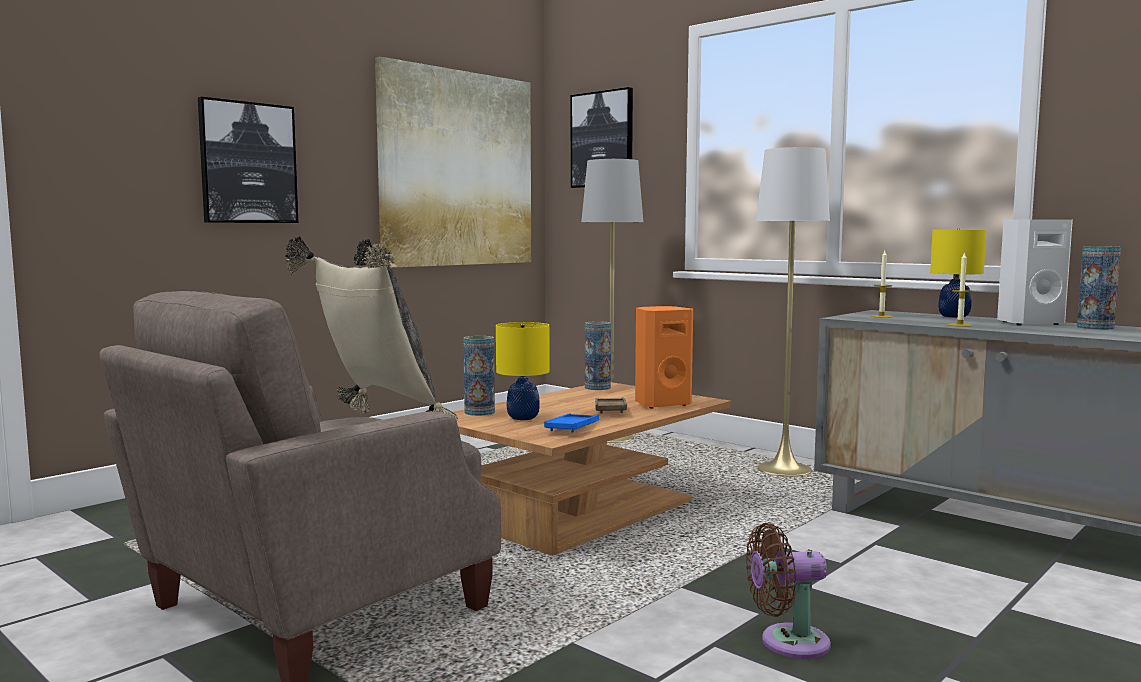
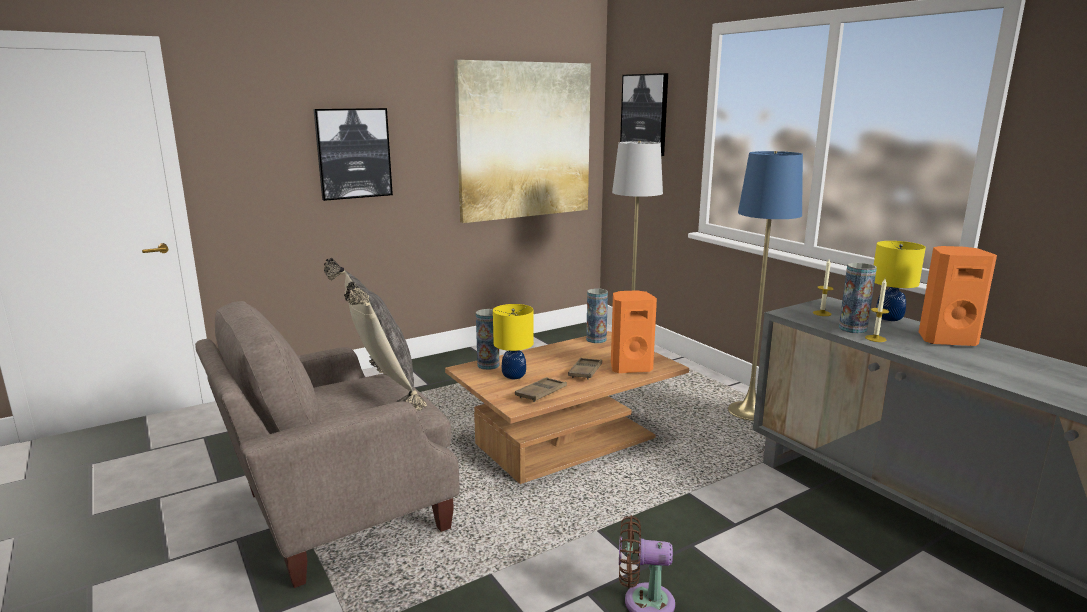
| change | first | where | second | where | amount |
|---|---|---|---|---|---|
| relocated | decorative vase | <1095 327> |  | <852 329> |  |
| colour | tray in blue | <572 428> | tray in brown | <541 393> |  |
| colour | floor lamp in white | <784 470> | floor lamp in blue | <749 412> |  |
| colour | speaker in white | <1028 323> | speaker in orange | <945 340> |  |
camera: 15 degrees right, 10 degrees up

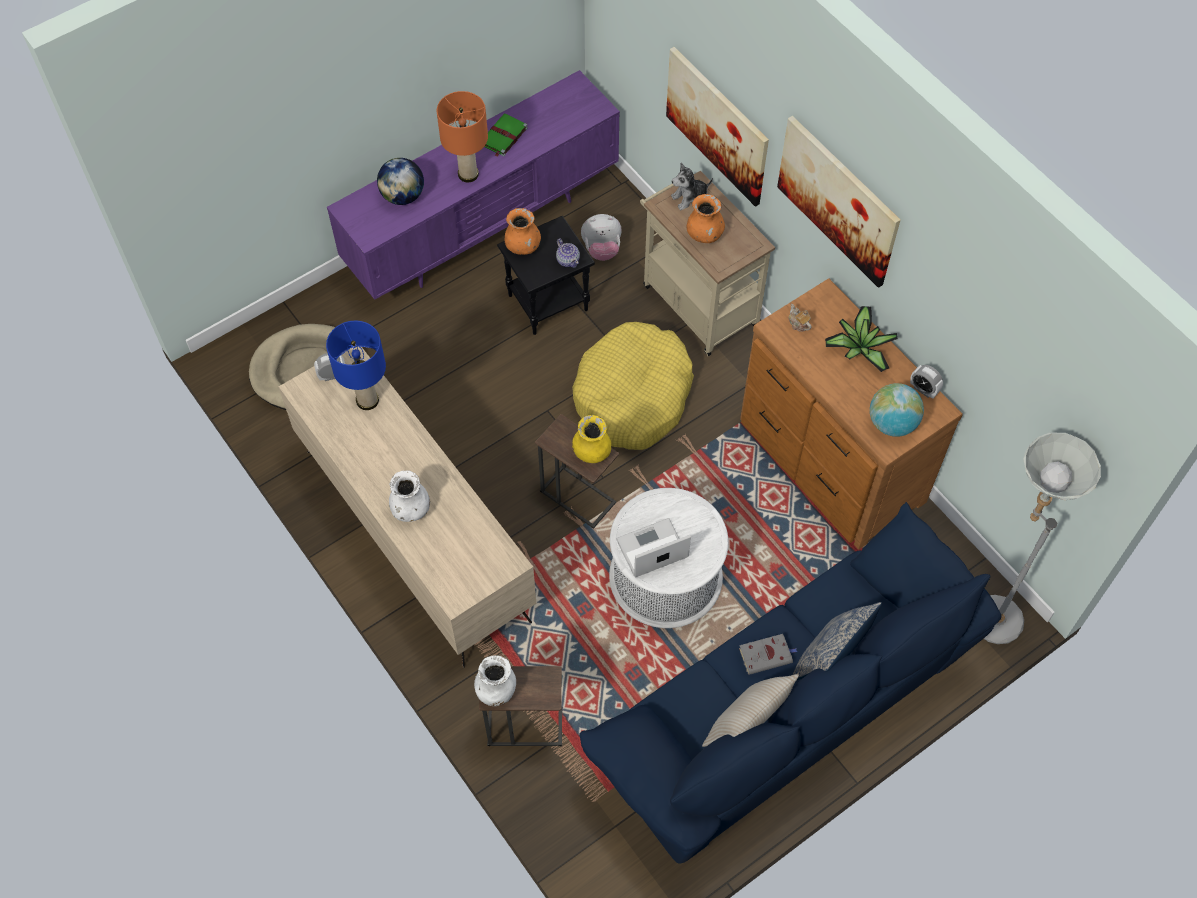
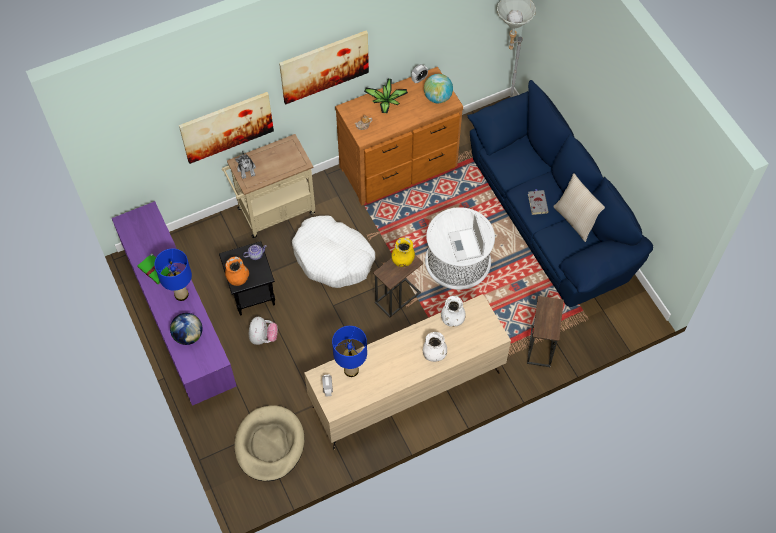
| change | first | where | second | where | amount |
|---|---|---|---|---|---|
| missing | decorative vase in orange | <704 234> |  |  |  |
| missing | throw pillow | <829 658> |  |  |  |
| relocated | decorative vase in white | <496 690> |  | <452 319> |  |
| relocated | plush toy | <601 249> |  | <263 337> |  |
| colour | lamp for a table in orange | <468 174> | lamp for a table in blue | <181 294> |  |
| colour | pet bed in yellow | <632 396> | pet bed in white | <333 257> |  |
camera: 80 degrees left, 0 degrees up

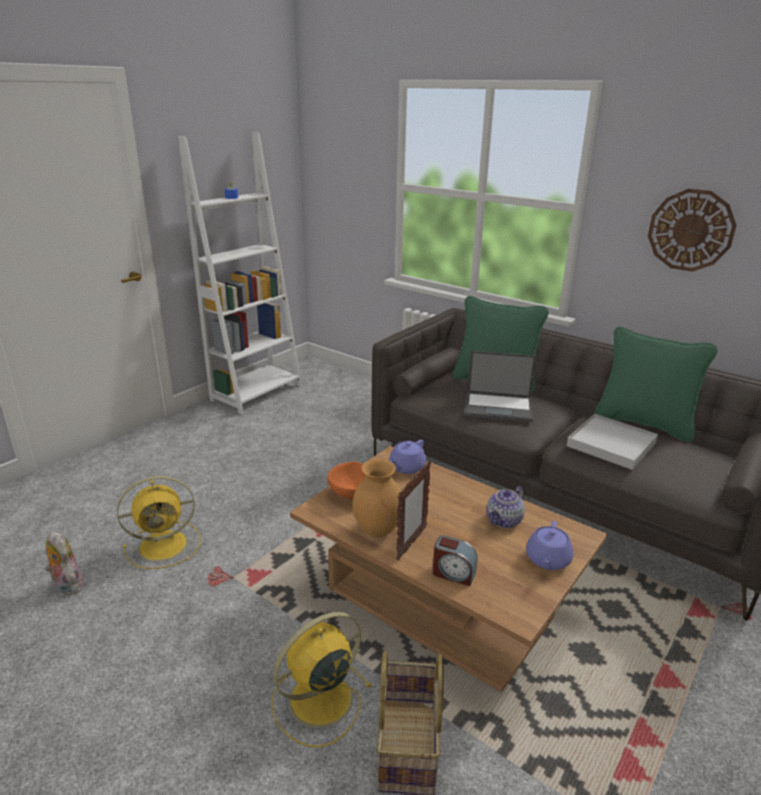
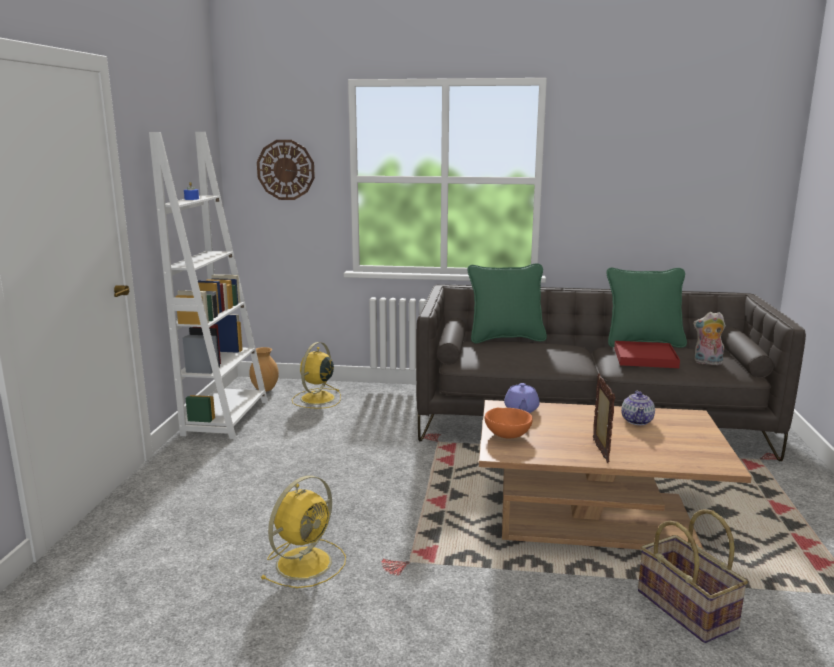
| change | first | where | second | where | amount |
|---|---|---|---|---|---|
| missing | bedside clock | <453 573> |  |  |  |
| missing | notebook computer | <499 407> |  |  |  |
| missing | pot for tea in purplish | <547 560> |  |  |  |
| relocated | plush toy | <67 585> |  | <707 363> |  |
| relocated | fan in yellow | <318 701> |  | <317 399> |  |
| relocated | decorative vase in brown | <377 530> |  | <264 389> |  |
| relocated | wall clock | <690 230> |  | <286 170> |  |
| colour | tray in white | <611 444> | tray in red | <645 358> |  |
camera: 30 degrees left, 10 degrees down

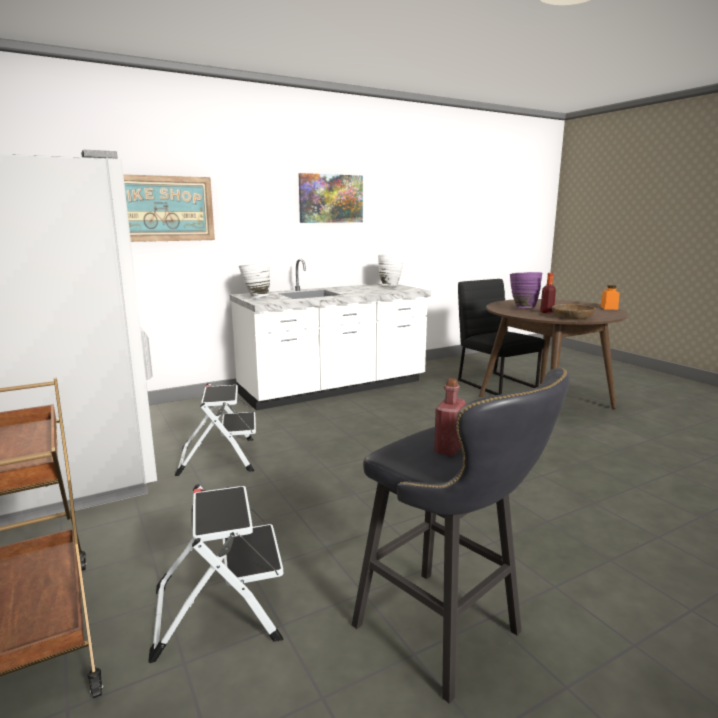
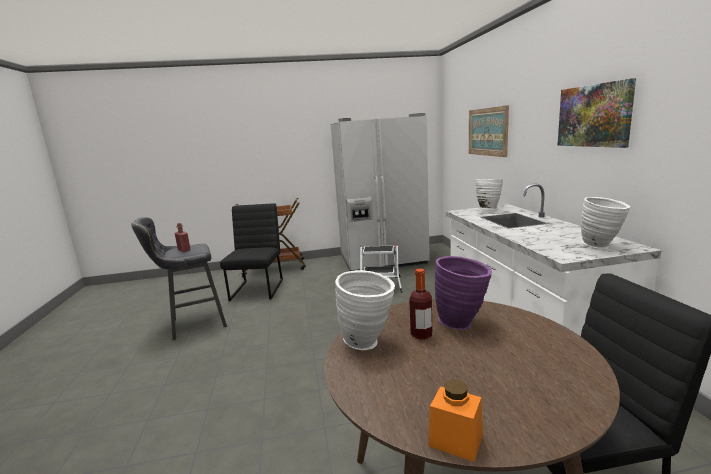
| change | first | where | second | where | amount |
|---|---|---|---|---|---|
| exchanged | step ladder | <219 607> | upright chair in black-coloured | <258 289> |  |
| exchanged | deep dish in brown | <572 317> | decorative vase in white | <369 343> |  |
camera: 110 degrees right, 0 degrees up

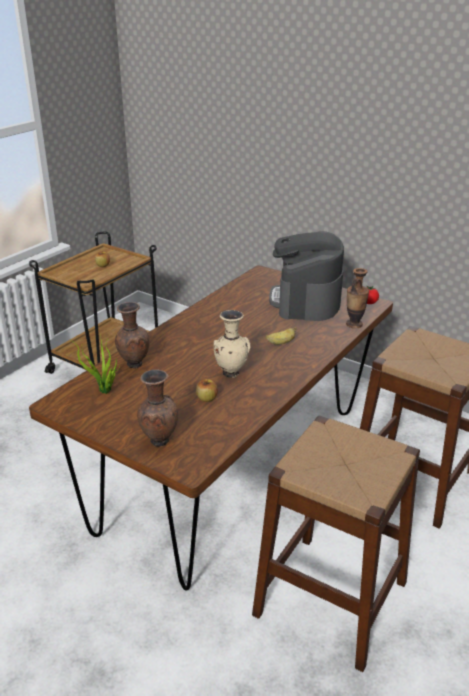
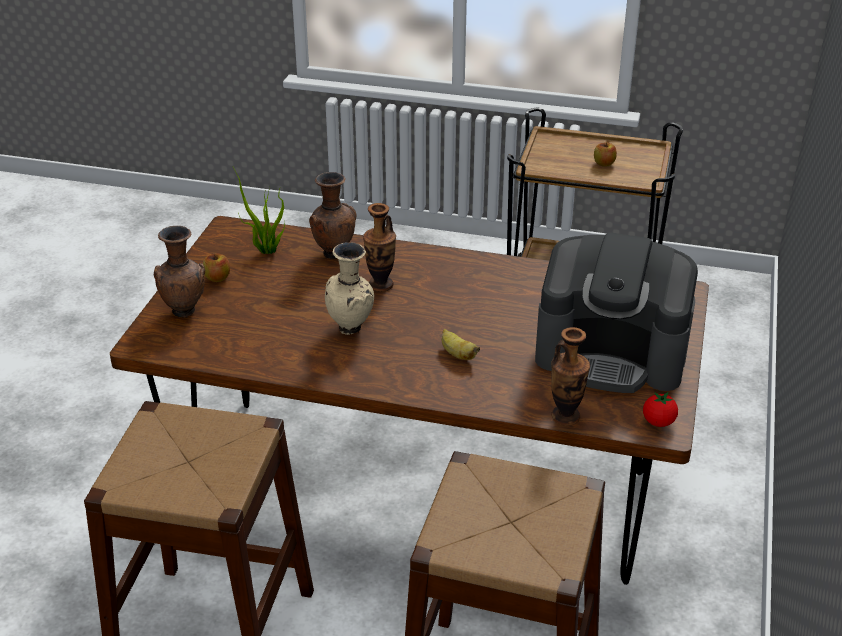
| change | first | where | second | where | amount |
|---|---|---|---|---|---|
| appeared |  |  | decorative vase | <380 285> |  |
| relocated | apple fruit | <207 398> |  | <217 278> |  |
| spun | coffee machine | <306 301> |  | <612 354> | 150 degrees counterclockwise |
camera: 70 degrees right, 5 degrees up

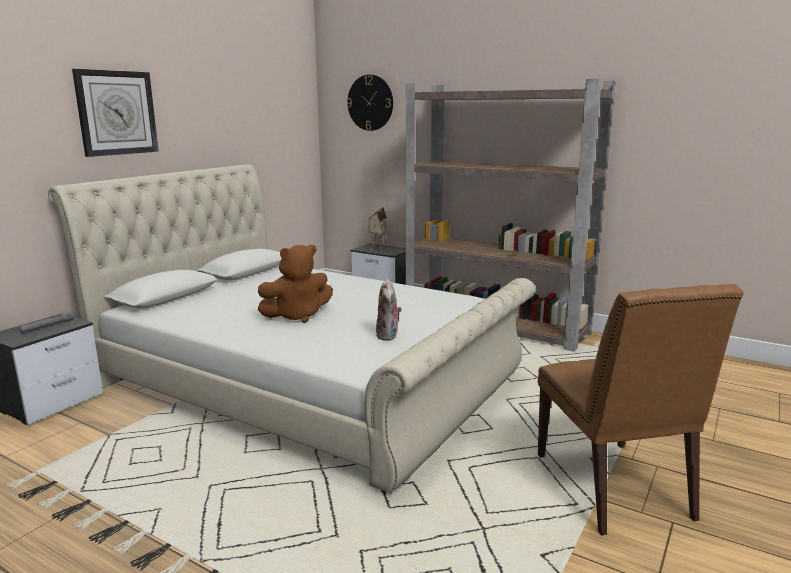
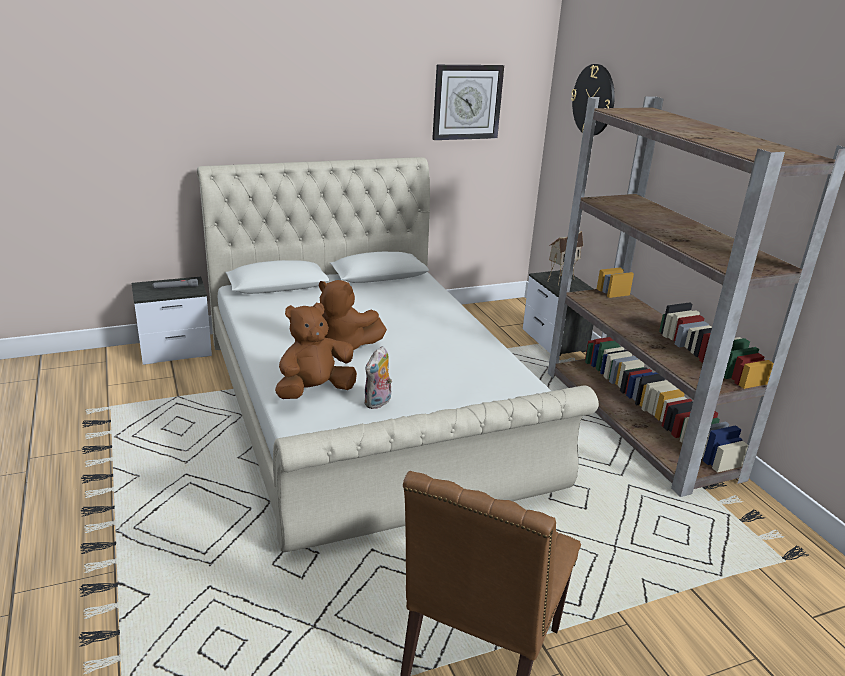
| change | first | where | second | where | amount |
|---|---|---|---|---|---|
| appeared |  |  | plush toy in brown | <314 391> |  |
| relocated | wall clock | <116 113> |  | <467 102> |  |
camera: 35 degrees right, 10 degrees up

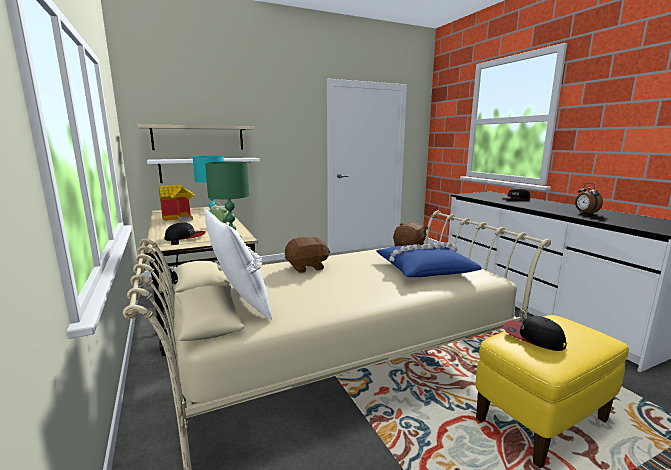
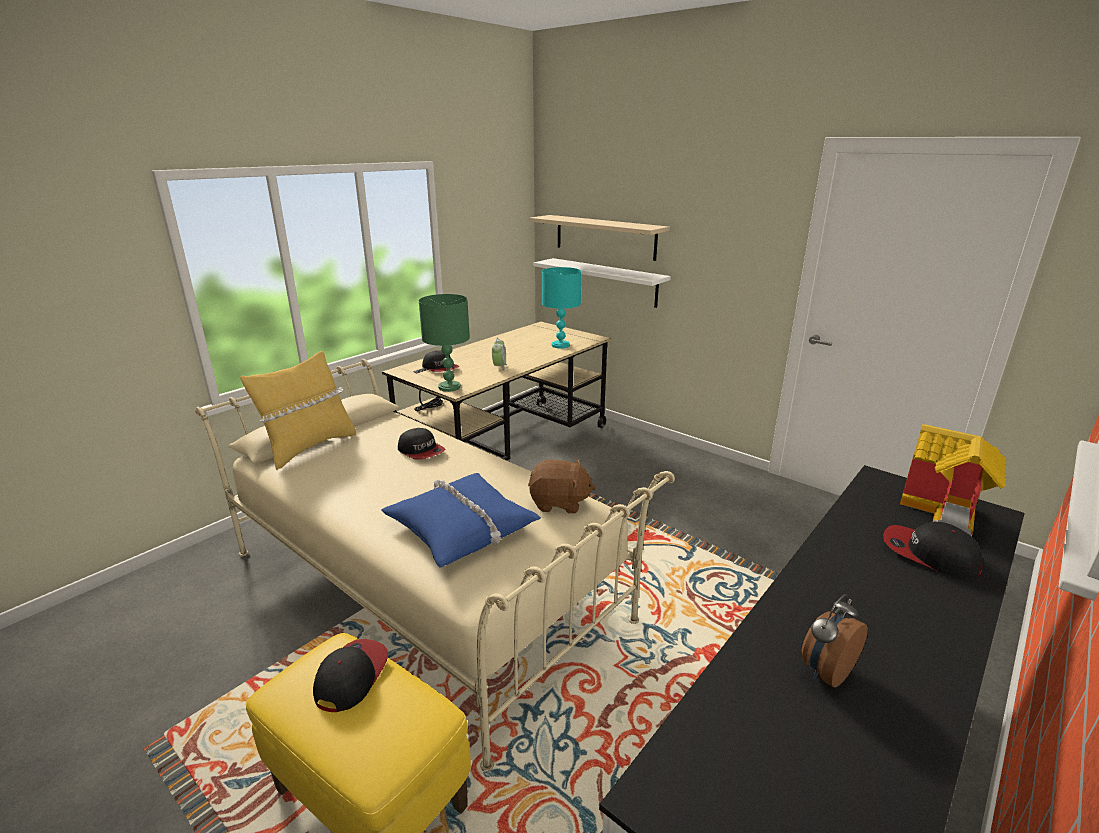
| change | first | where | second | where | amount |
|---|---|---|---|---|---|
| relocated | miniature house | <181 218> |  | <946 513> |  |
| exchanged | plush toy in brown | <307 267> | baseball cap | <421 451> |  |
| colour | throw pillow in white | <239 304> | throw pillow in yellow | <309 447> |  |
camera: 65 degrees right, 10 degrees up

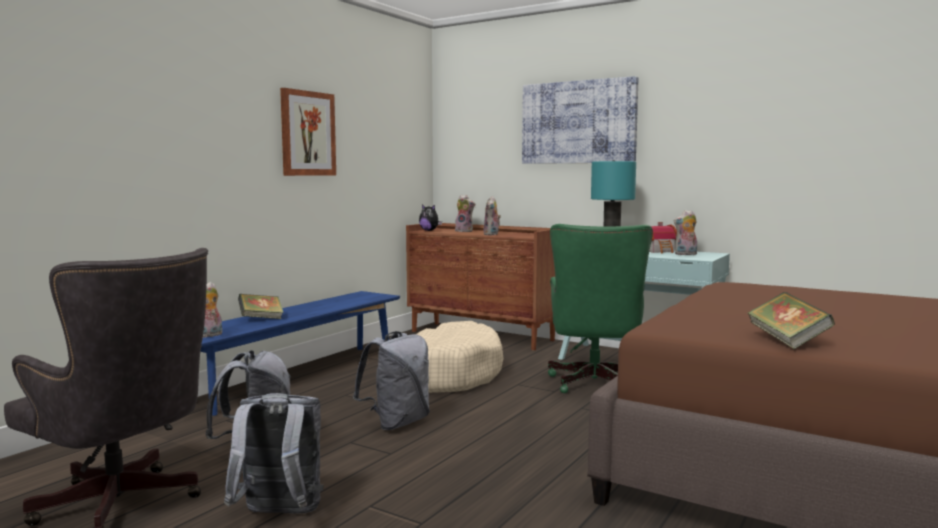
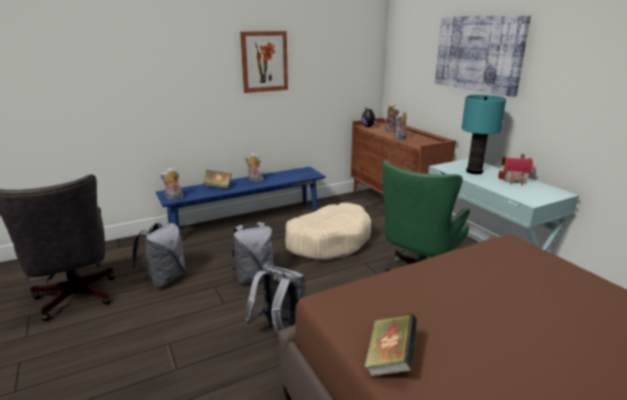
| change | first | where | second | where | amount |
|---|---|---|---|---|---|
| relocated | rucksack in grey | <279 516> |  | <279 330> |  |
| relocated | plush toy | <685 254> |  | <254 180> |  |
camera: 30 degrees right, 15 degrees up

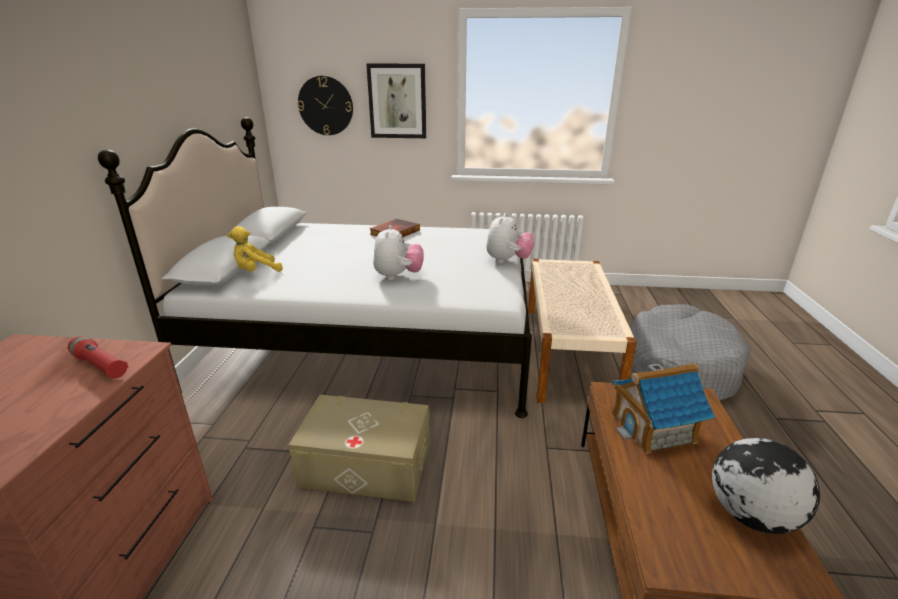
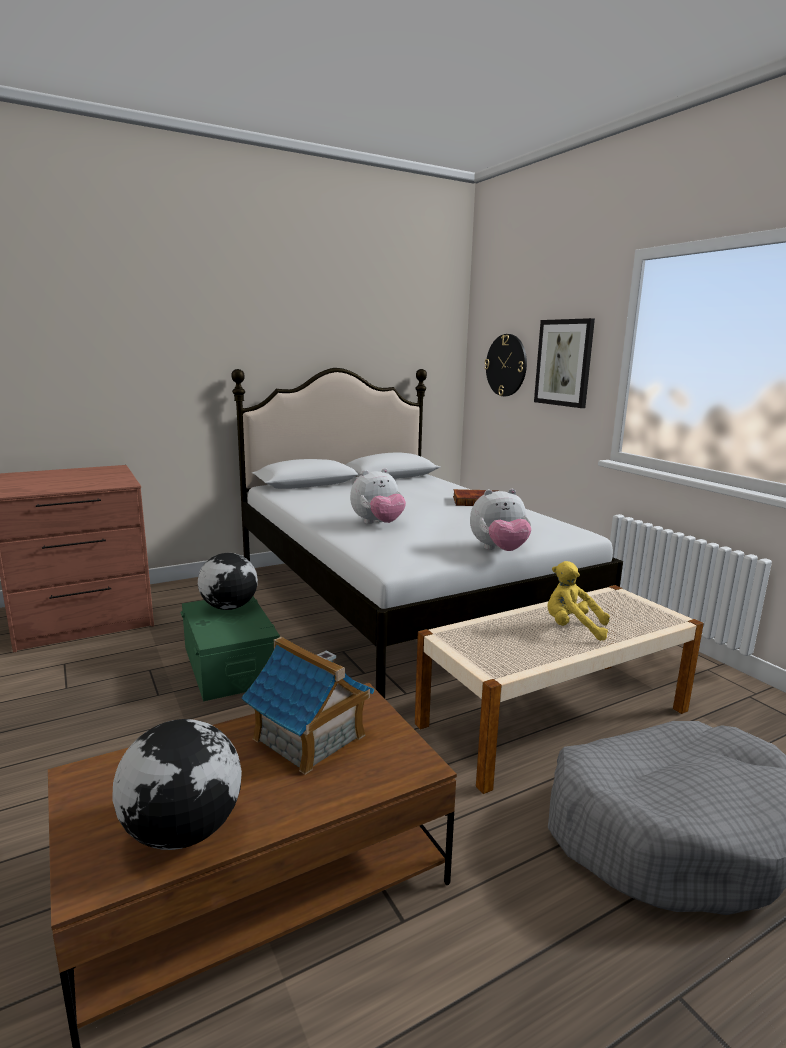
| change | first | where | second | where | amount |
|---|---|---|---|---|---|
| missing | torch in red | <100 366> |  |  |  |
| appeared |  |  | globe | <229 607> |  |
| relocated | plush toy in yellow | <255 272> |  | <572 628> |  |
| colour | storage bin in beige | <366 465> | storage bin in greenish | <230 665> |  |
camera: 55 degrees right, 10 degrees down

